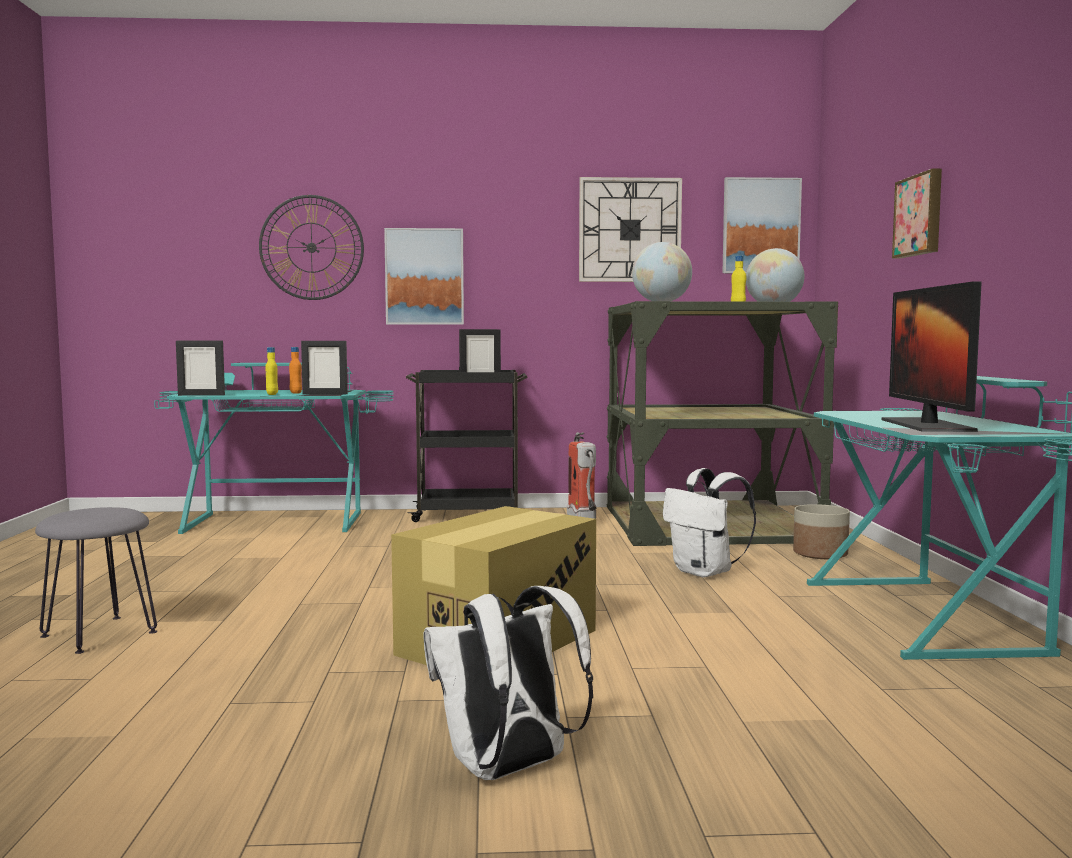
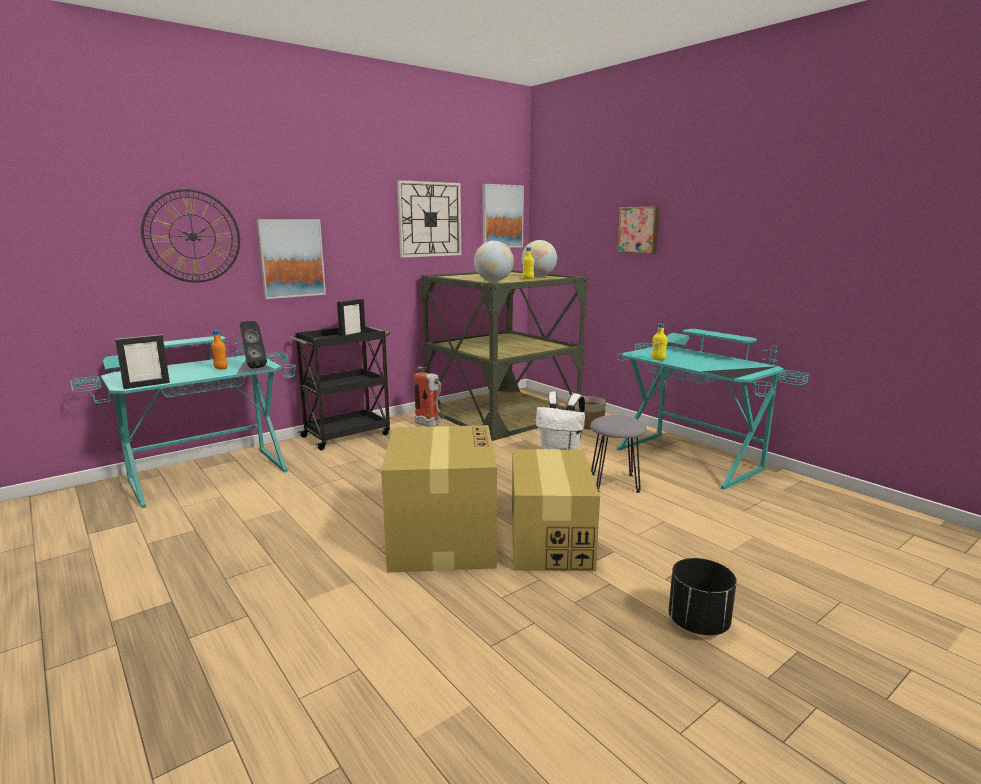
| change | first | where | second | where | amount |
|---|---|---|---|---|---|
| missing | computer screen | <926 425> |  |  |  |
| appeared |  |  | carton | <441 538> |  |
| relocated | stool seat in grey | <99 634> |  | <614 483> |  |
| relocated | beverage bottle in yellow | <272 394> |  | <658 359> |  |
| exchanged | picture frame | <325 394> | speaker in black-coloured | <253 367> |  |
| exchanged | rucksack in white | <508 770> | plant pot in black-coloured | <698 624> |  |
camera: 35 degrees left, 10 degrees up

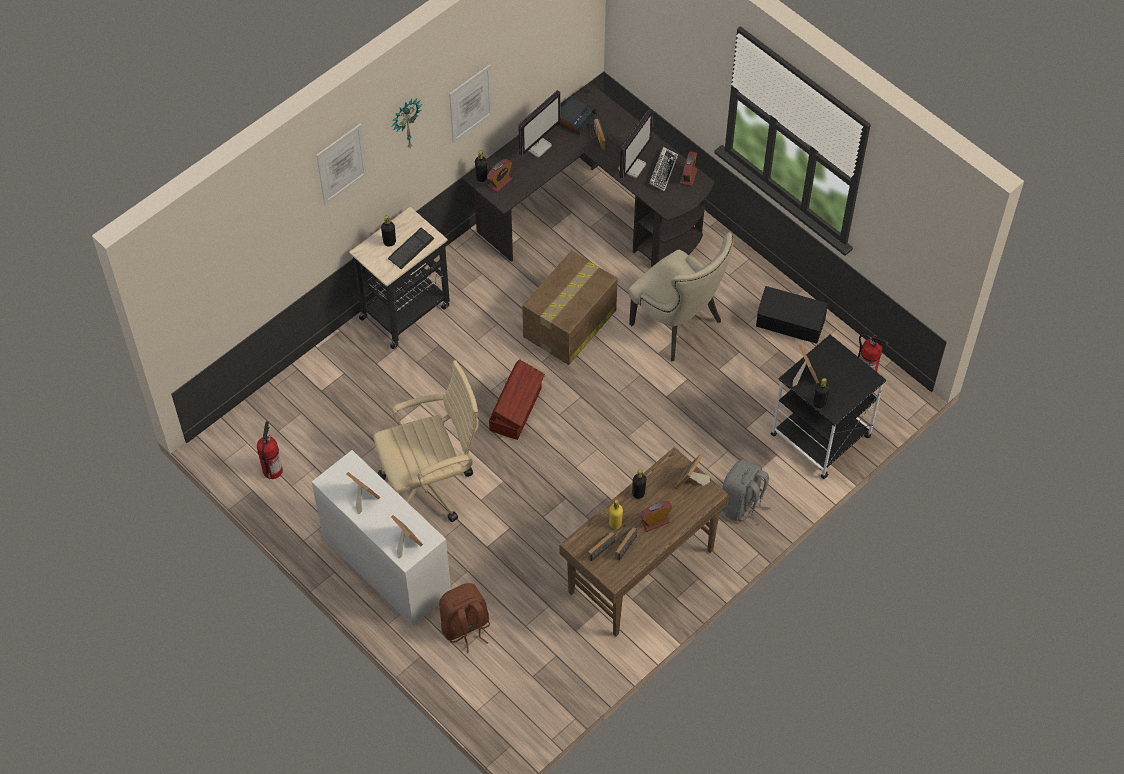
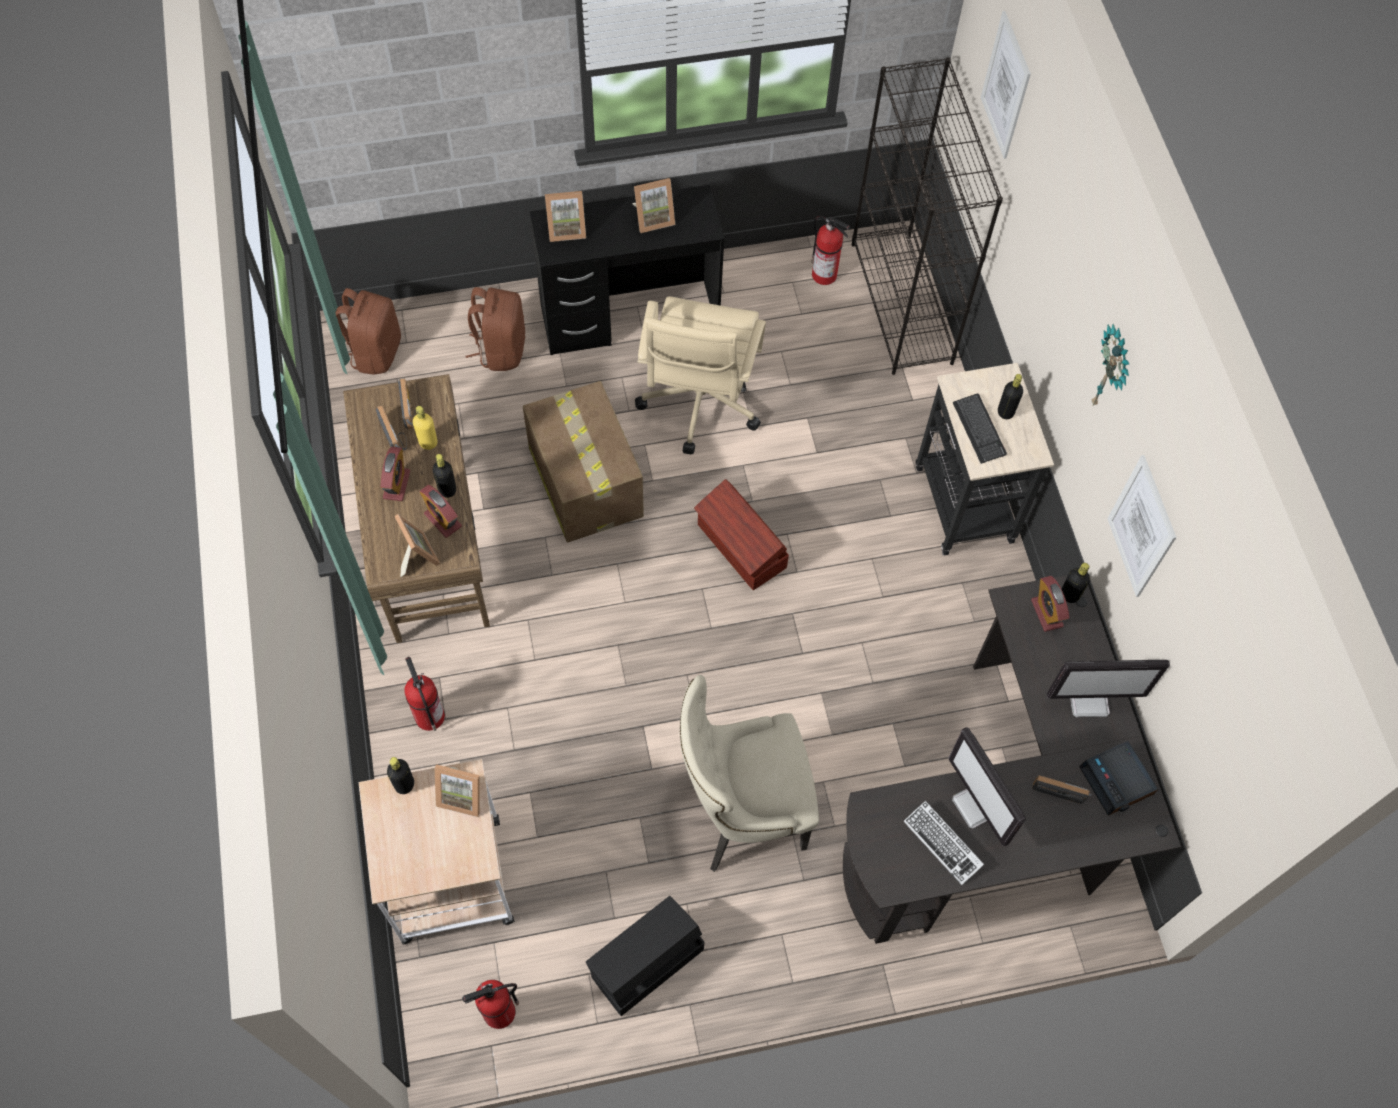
| change | first | where | second | where | amount |
|---|---|---|---|---|---|
| appeared |  |  | rucksack in brown | <375 352> |  |
| appeared |  |  | bookcase in black-coloured | <902 303> |  |
| relocated | wall art | <341 164> |  | <1005 86> |  |
| relocated | carton | <569 324> |  | <584 481> |  |
| relocated | bedside clock | <688 176> |  | <443 520> |  |
| exchanged | rucksack in grey | <742 505> | fire-fighting cylinder | <429 716> |  |
| colour | desk table in white | <386 565> | desk table in black-coloured | <629 317> |  |
| colour | trolley in black-coloured | <819 437> | trolley in beige | <450 877> |  |
| spun | computer screen | <537 145> |  | <1089 699> | 75 degrees counterclockwise |
camera: 120 degrees right, 5 degrees up

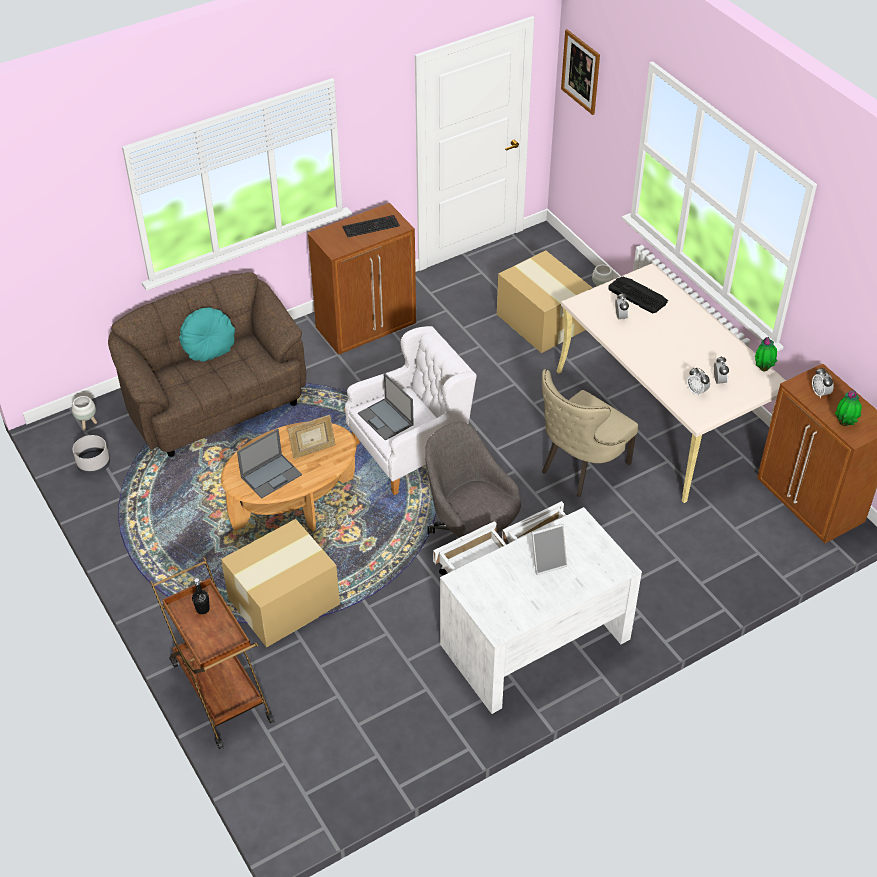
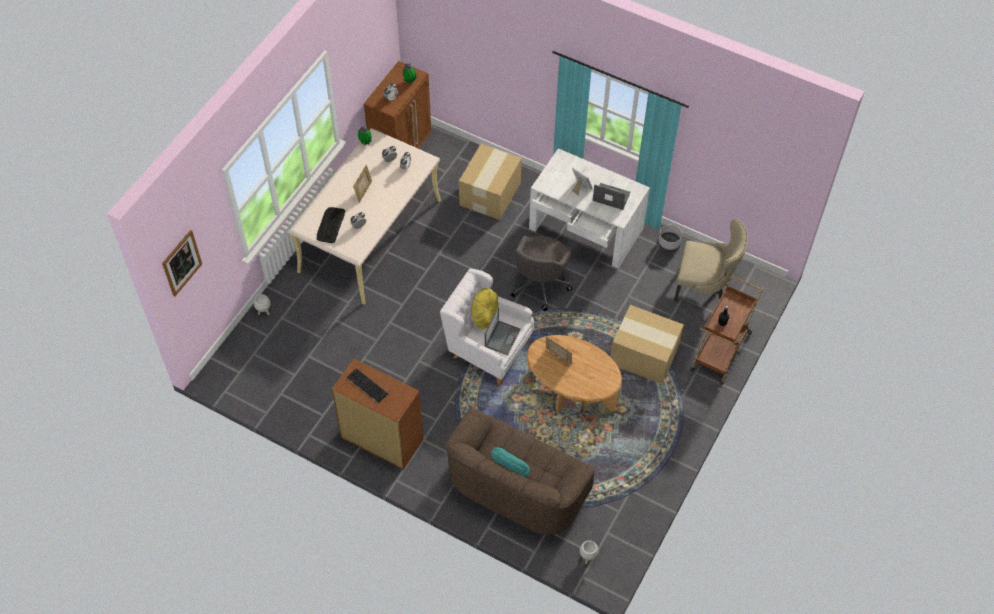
| change | first | where | second | where | amount |
|---|---|---|---|---|---|
| appeared |  |  | picture frame | <363 192> |  |
| appeared |  |  | throw pillow in yellow | <484 317> |  |
| relocated | plant pot in grey | <94 465> |  | <669 244> |  |
| relocated | notebook computer | <271 475> |  | <611 196> |  |
| relocated | carton | <542 320> |  | <489 194> |  |
| relocated | upright chair in beige | <580 467> |  | <704 288> |  |
camera: 120 degrees left, 10 degrees up

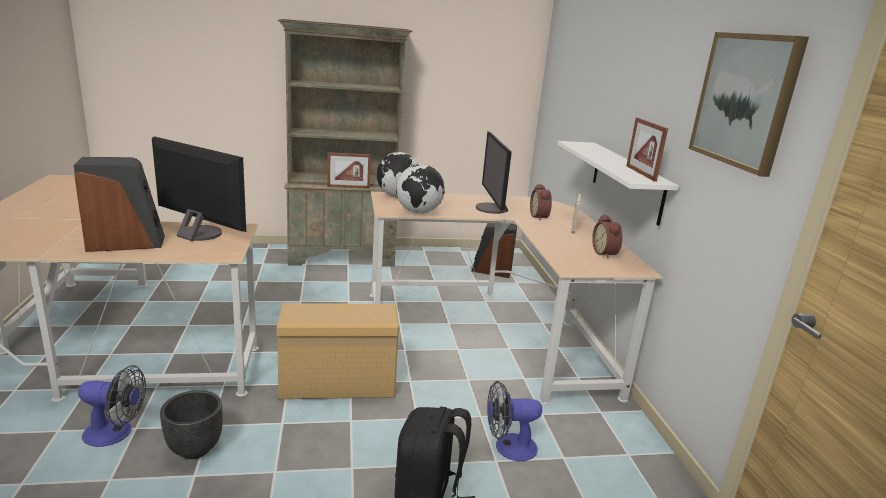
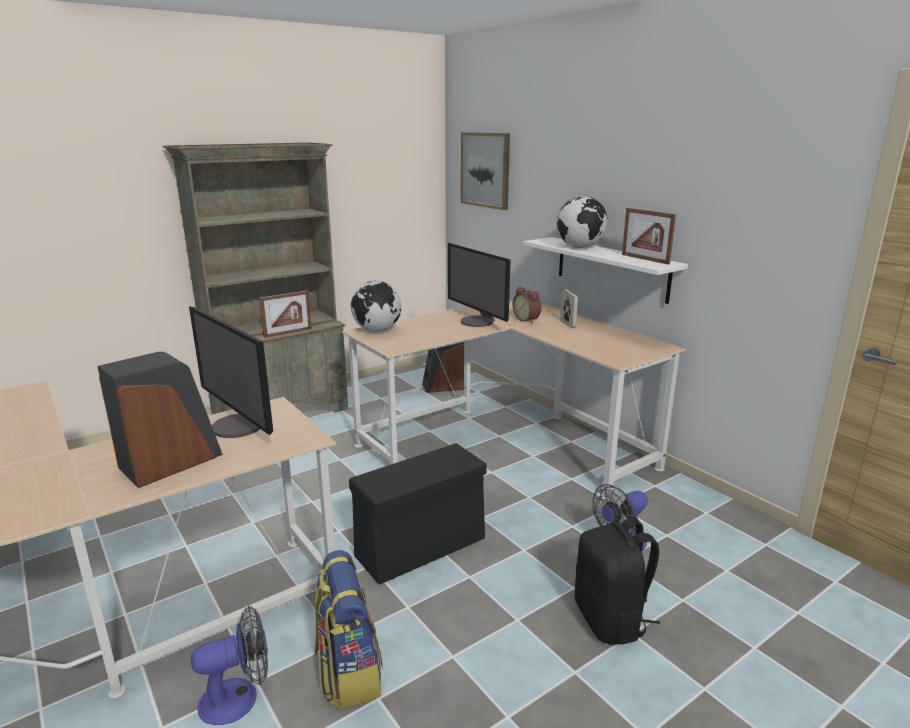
| change | first | where | second | where | amount |
|---|---|---|---|---|---|
| missing | bedside clock | <606 253> |  |  |  |
| relocated | globe | <419 212> |  | <580 247> |  |
| relocated | wall art | <745 100> |  | <486 170> |  |
| exchanged | plant pot in black-coloured | <194 449> | rucksack | <348 672> |  |
| colour | storage bin in beige | <336 385> | storage bin in black-coloured | <419 548> |  |
| spun | computer screen | <199 234> |  | <239 426> | 135 degrees counterclockwise |
camera: 25 degrees left, 0 degrees up

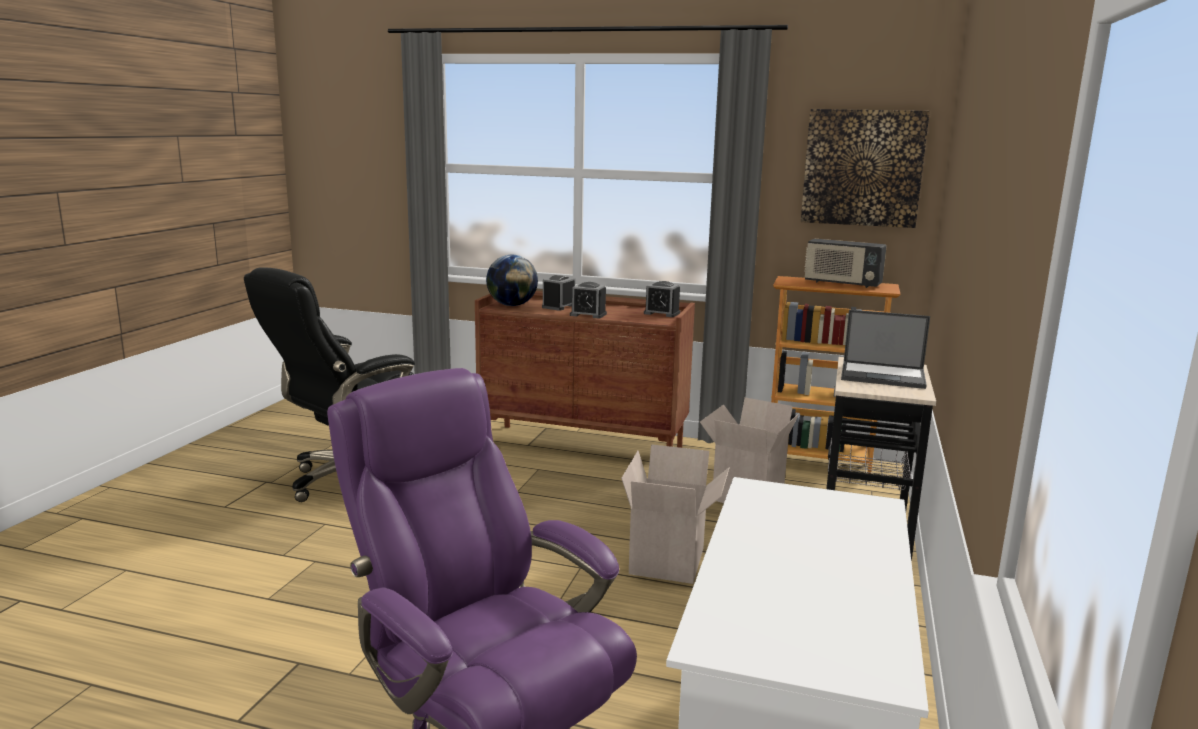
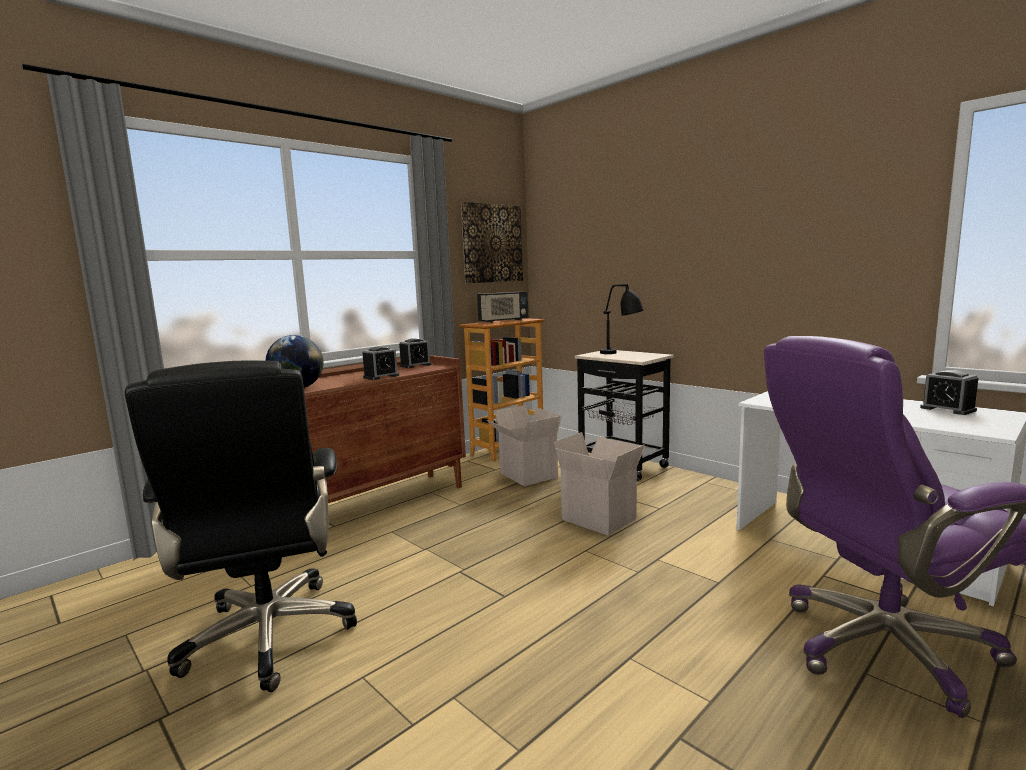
| change | first | where | second | where | amount |
|---|---|---|---|---|---|
| relocated | bedside clock | <558 306> |  | <947 409> |  |
| exchanged | notebook computer | <884 375> | lamp for a table in black-coloured | <622 354> |  |
camera: 60 degrees left, 5 degrees down

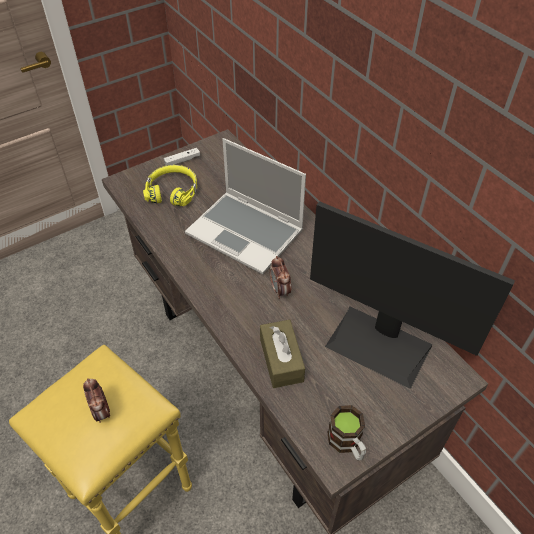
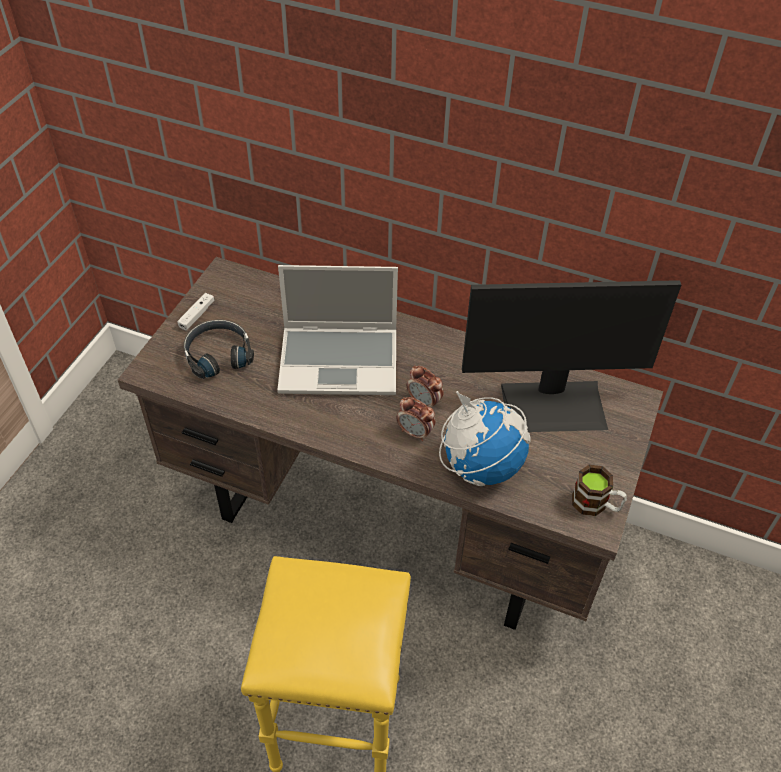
| change | first | where | second | where | amount |
|---|---|---|---|---|---|
| relocated | bedside clock | <101 411> |  | <415 433> |  |
| exchanged | box of tissues in brown | <281 360> | globe | <481 466> |  |
| colour | headphones in yellow | <173 191> | headphones in black-coloured | <218 354> |  |
camera: 35 degrees left, 0 degrees up

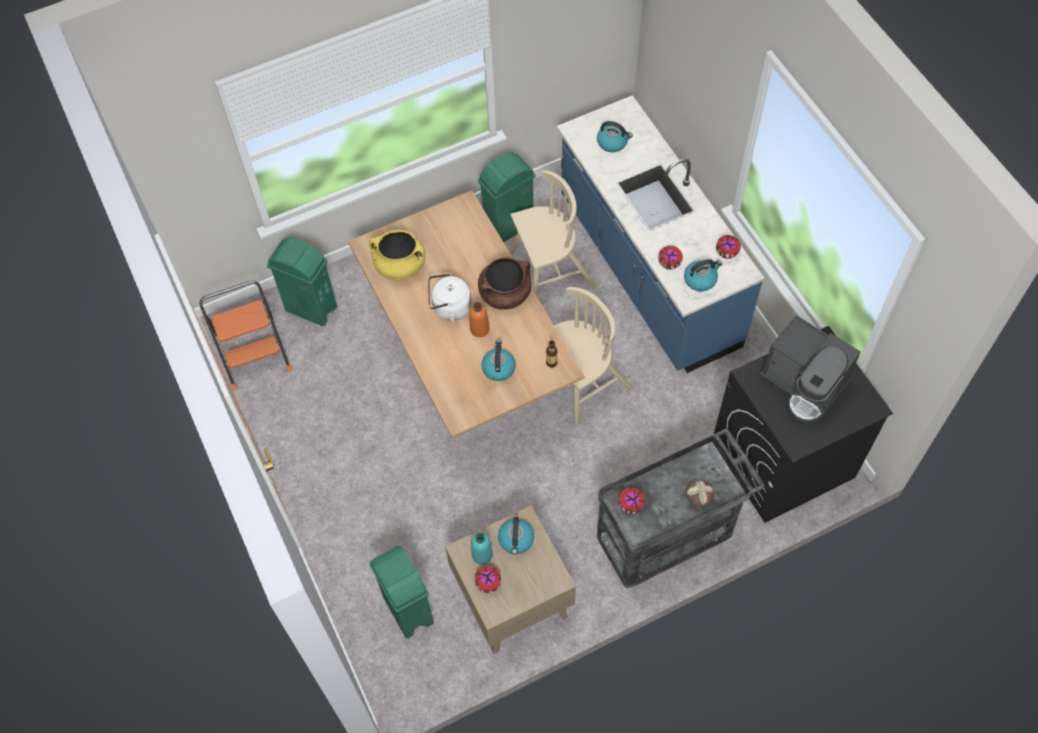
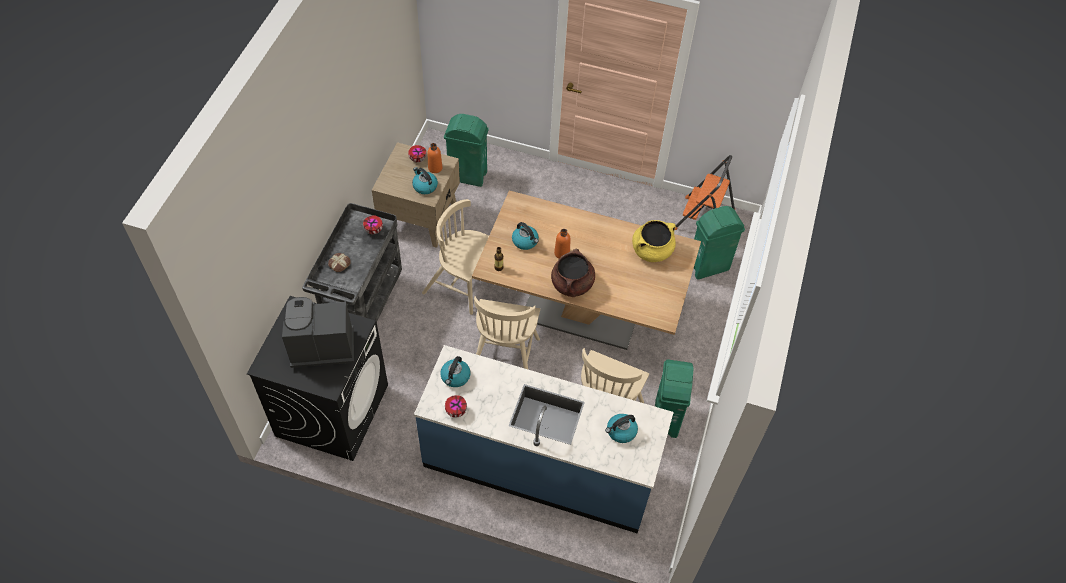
| change | first | where | second | where | amount |
|---|---|---|---|---|---|
| missing | kettle in white | <449 308> |  |  |  |
| missing | deep dish | <670 264> |  |  |  |
| appeared |  |  | upright chair in beige | <464 283> |  |
| colour | beverage bottle in turquoise | <482 555> | beverage bottle in orange | <435 168> |  |
camera: 130 degrees right, 5 degrees down

